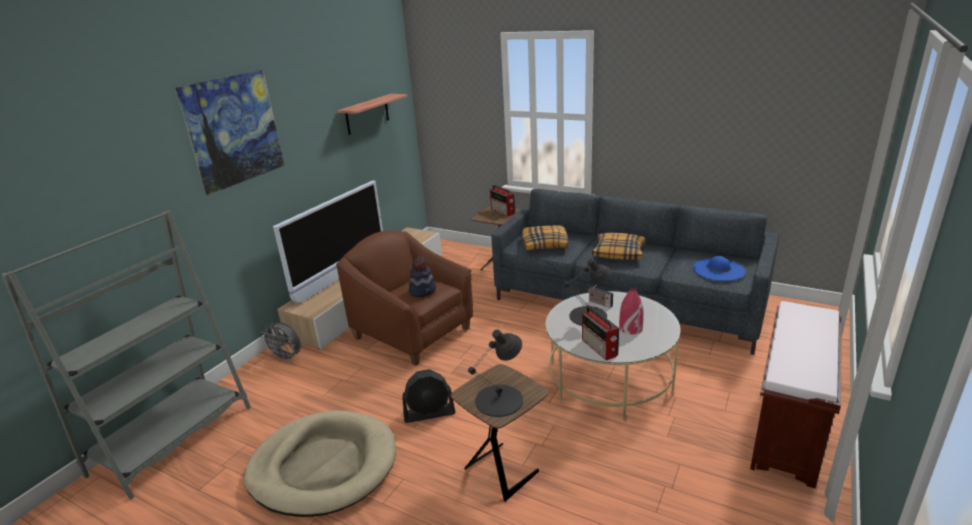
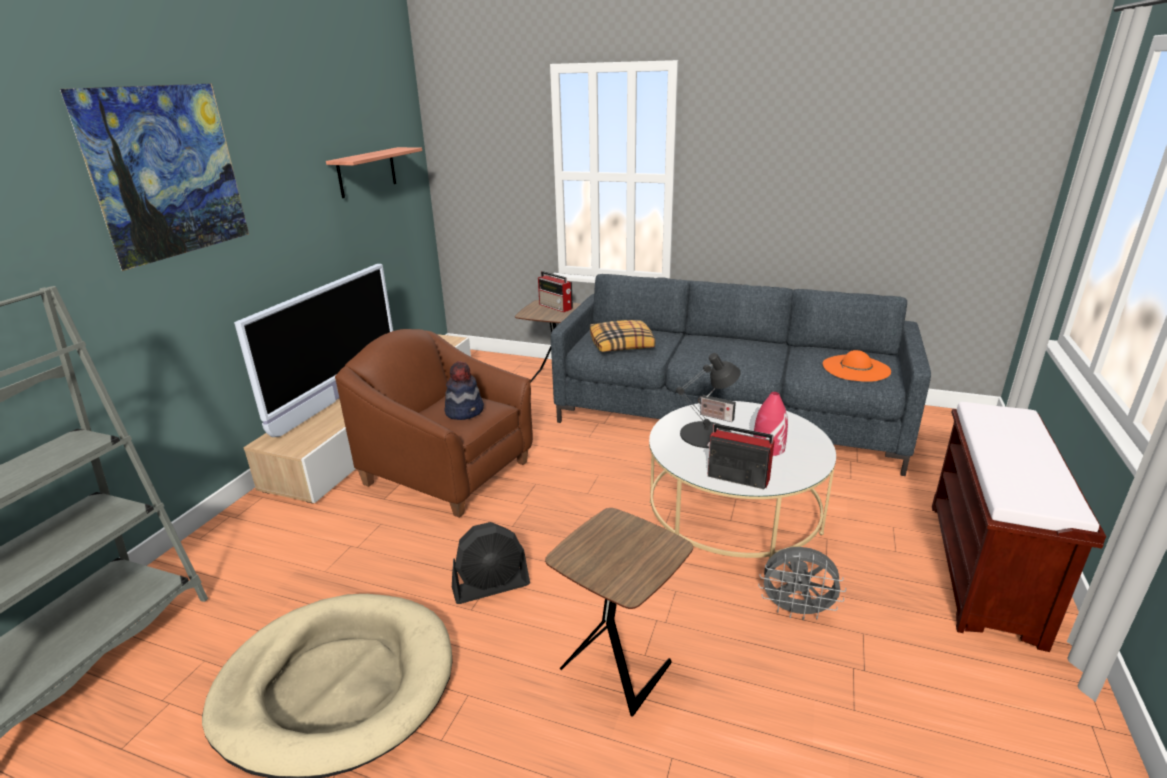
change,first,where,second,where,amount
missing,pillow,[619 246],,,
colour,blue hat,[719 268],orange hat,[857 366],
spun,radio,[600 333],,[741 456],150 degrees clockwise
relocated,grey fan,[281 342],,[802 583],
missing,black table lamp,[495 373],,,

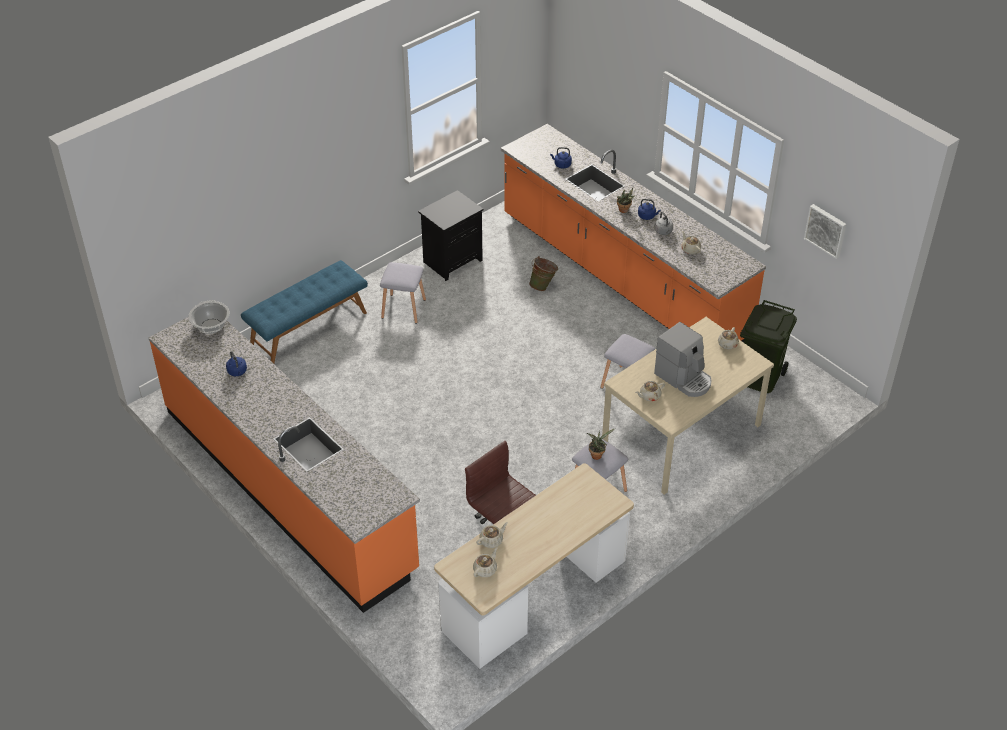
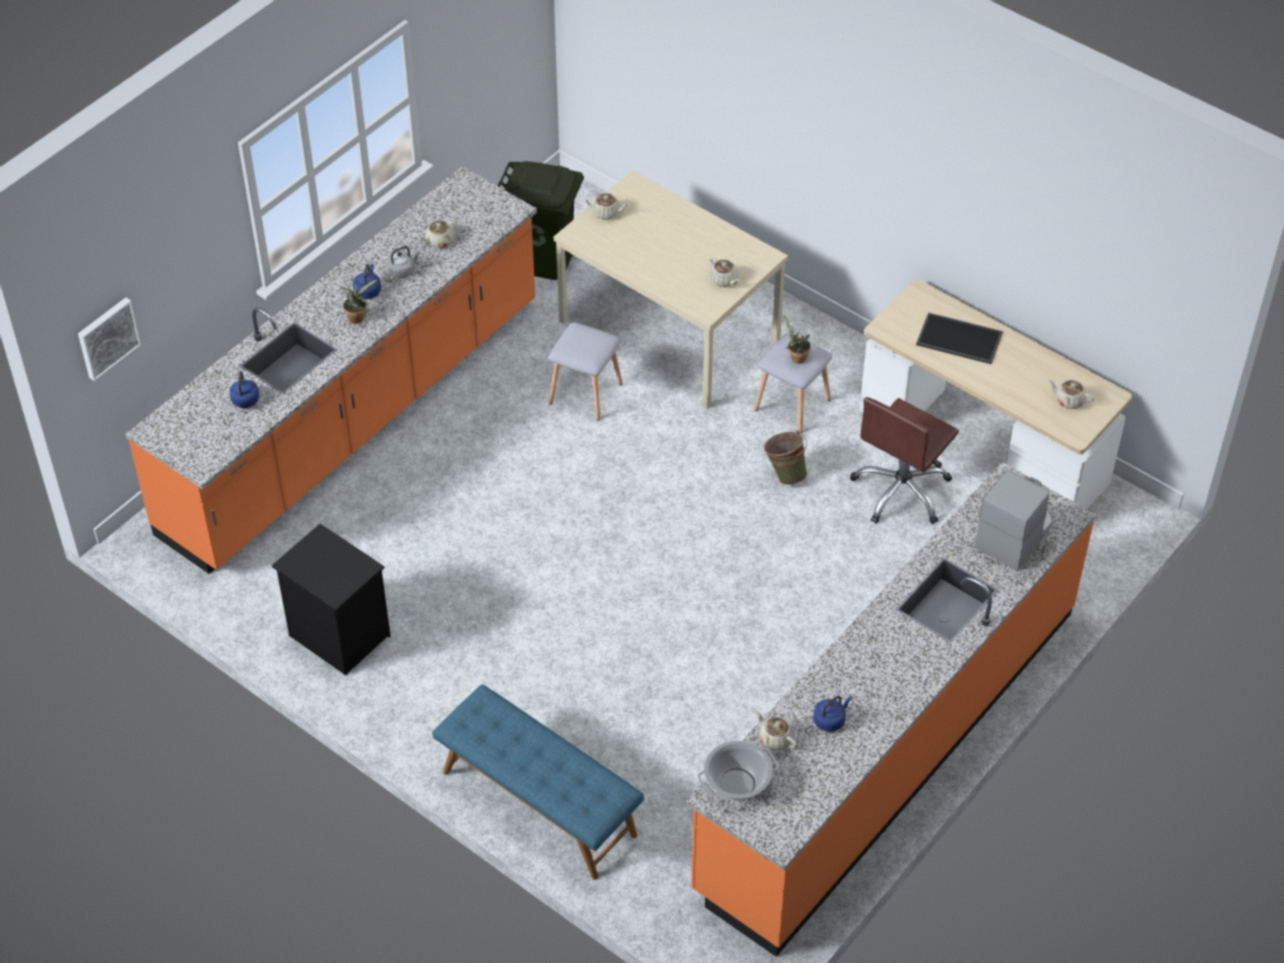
change,first,where,second,where,amount
relocated,picture,[825 231],,[109 339],
relocated,green bucket,[543 273],,[785 457],
missing,grey stool,[403 293],,,
relocated,coffee machine,[683 359],,[1014 520],
relocated,beige teapot,[492 535],,[776 730],
appeared,,,tray,[959 338],

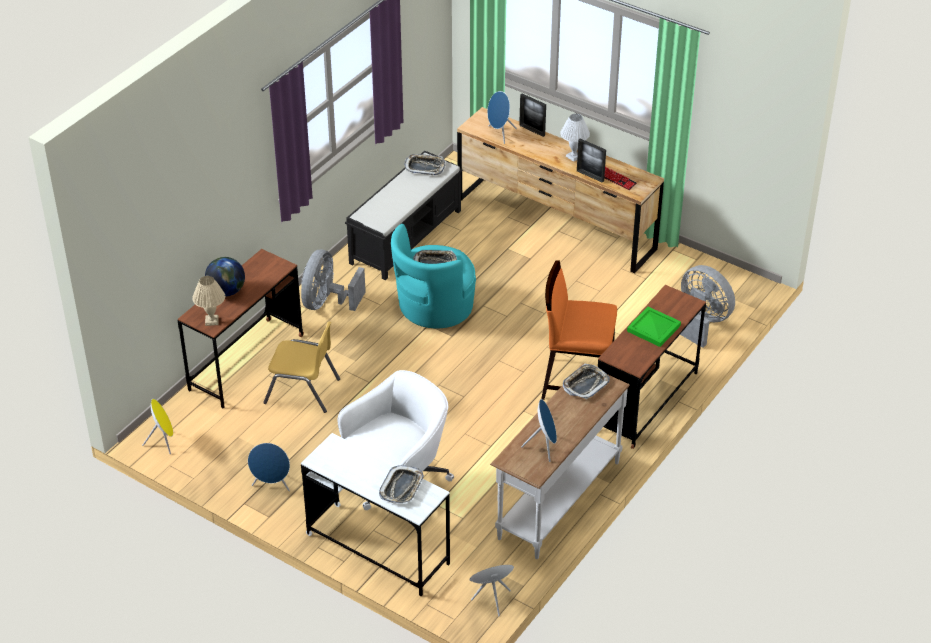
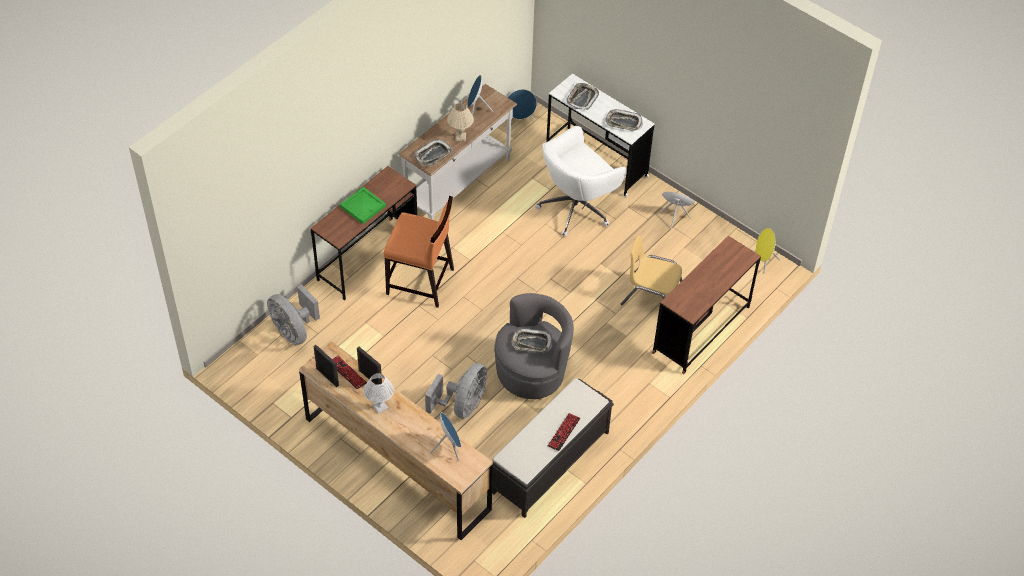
change,first,where,second,where,amount
relocated,picture frame,[532 115],,[326 366],
relocated,tray,[424 164],,[624 120],
colour,turquoise armchair,[433 276],grey armchair,[534 346],
relocated,grey fan,[333 280],,[456 391],
missing,globe,[225 277],,,
relocated,beige table lamp,[208 301],,[460 122],
appeared,,,keyboard,[564 432],

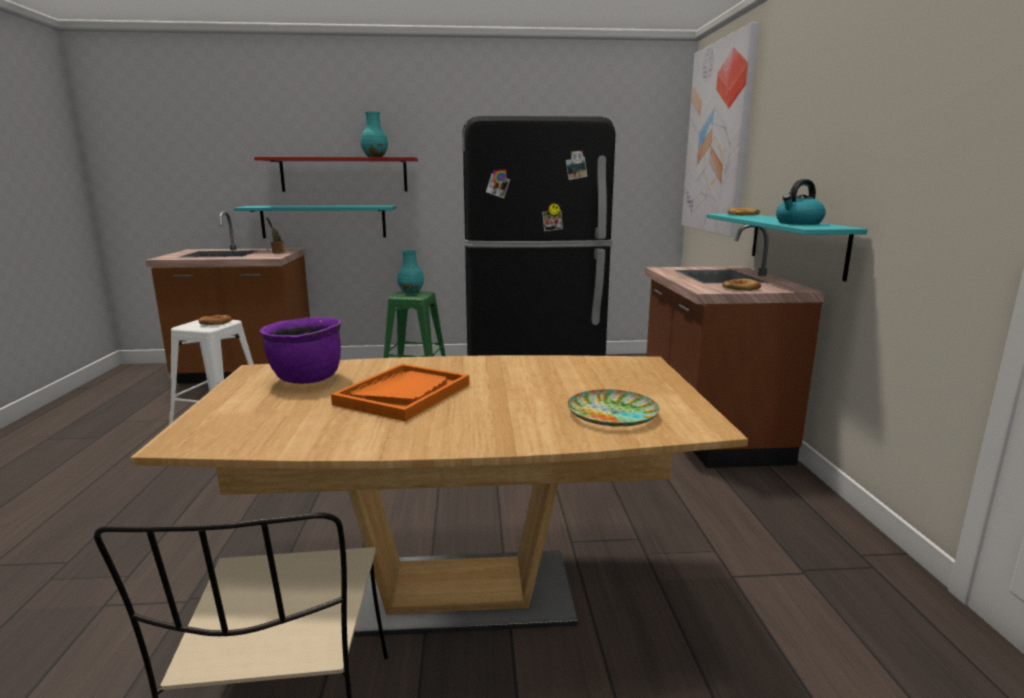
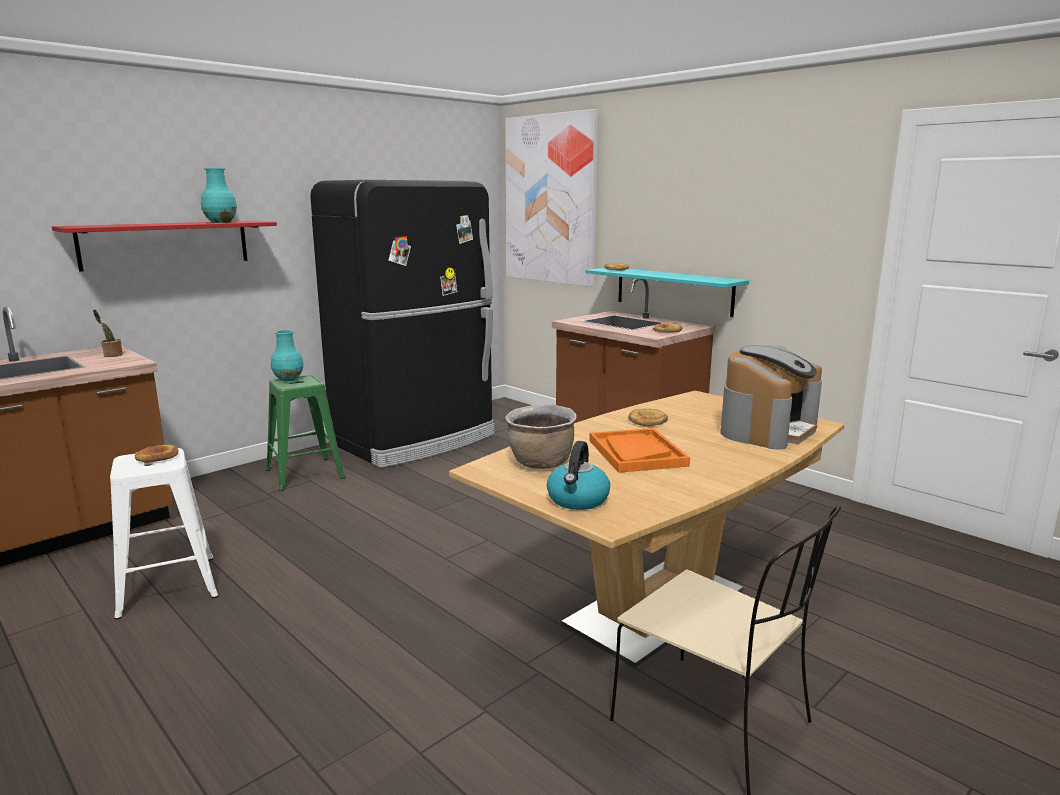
change,first,where,second,where,amount
relocated,kettle,[801 202],,[578 475],
missing,turquoise shelf,[315 221],,,
colour,purple cooking pot,[300 350],brown cooking pot,[541 437],
exchanged,plate,[613 408],coffee machine,[771 397],
appeared,,,bread,[648 418],

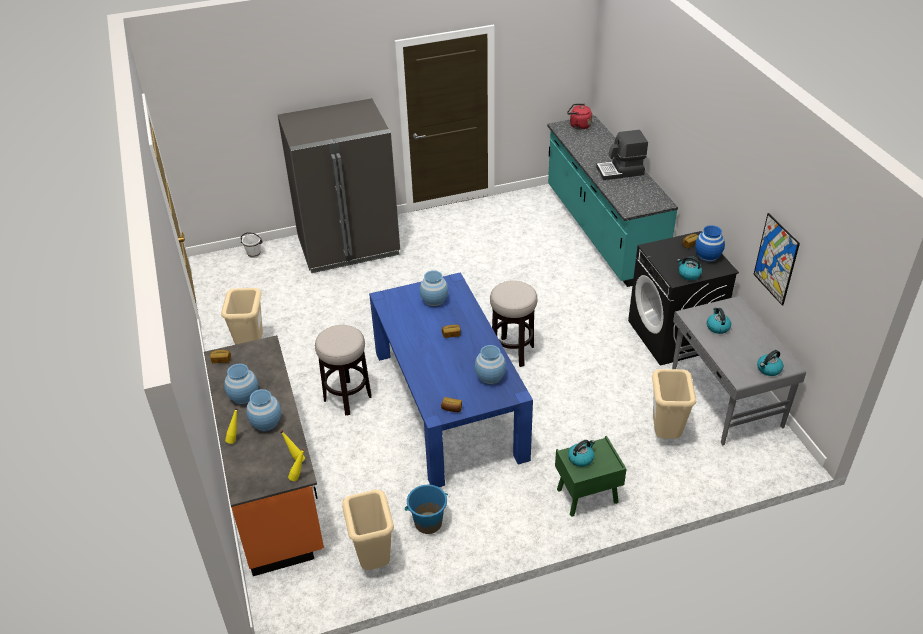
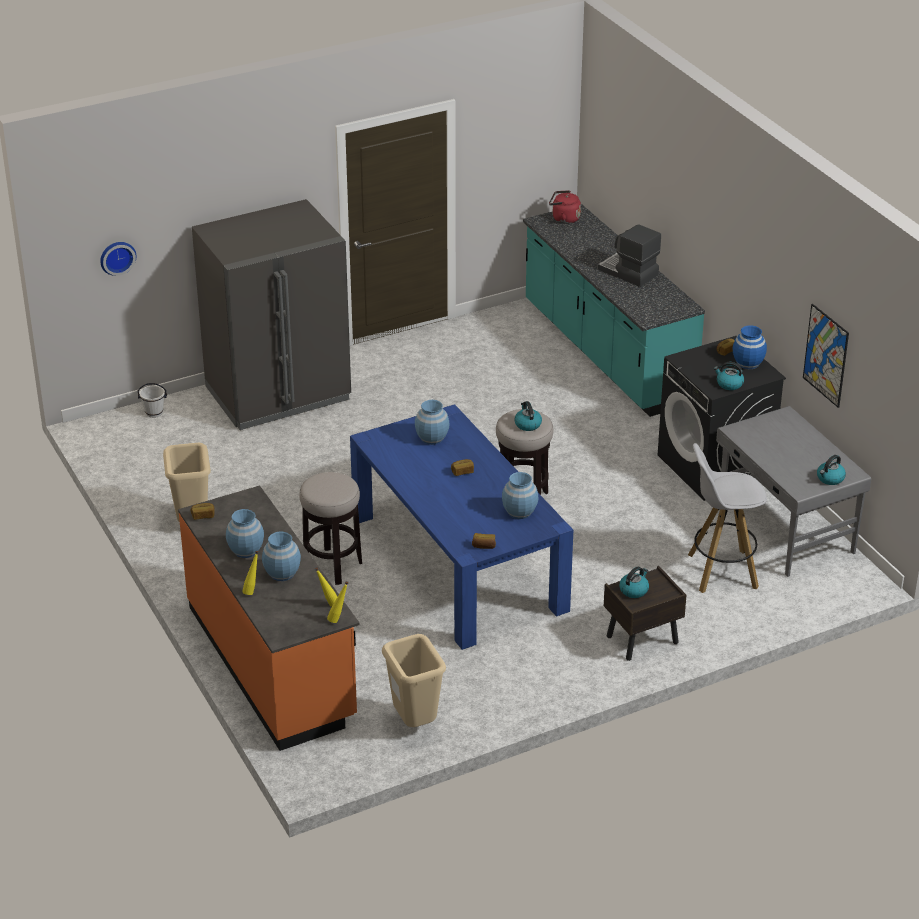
change,first,where,second,where,amount
spun,coffee machine,[622 155],,[629 255],60 degrees clockwise
relocated,kettle,[719 321],,[528 416],
exchanged,beige trash can,[674 404],white stool,[727 518],
colour,green nightstand,[591 476],brown nightstand,[645 613],
missing,blue bucket,[426 509],,,
appeared,,,wall clock,[118 259],

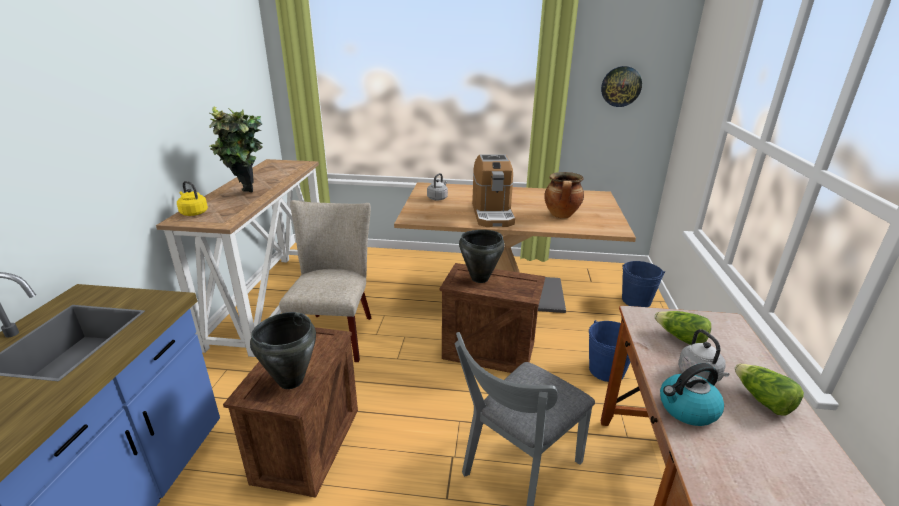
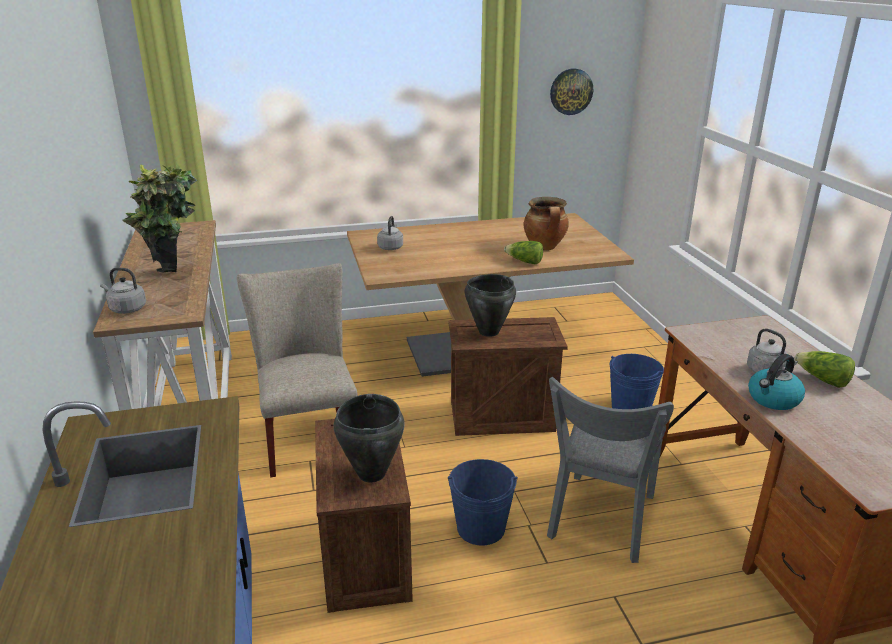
change,first,where,second,where,amount
missing,coffee machine,[493 190],,,
colour,yellow kettle,[192 198],grey kettle,[123 291],
relocated,blue bucket,[643 284],,[483 502],
relocated,lettuce,[682 328],,[523 252],

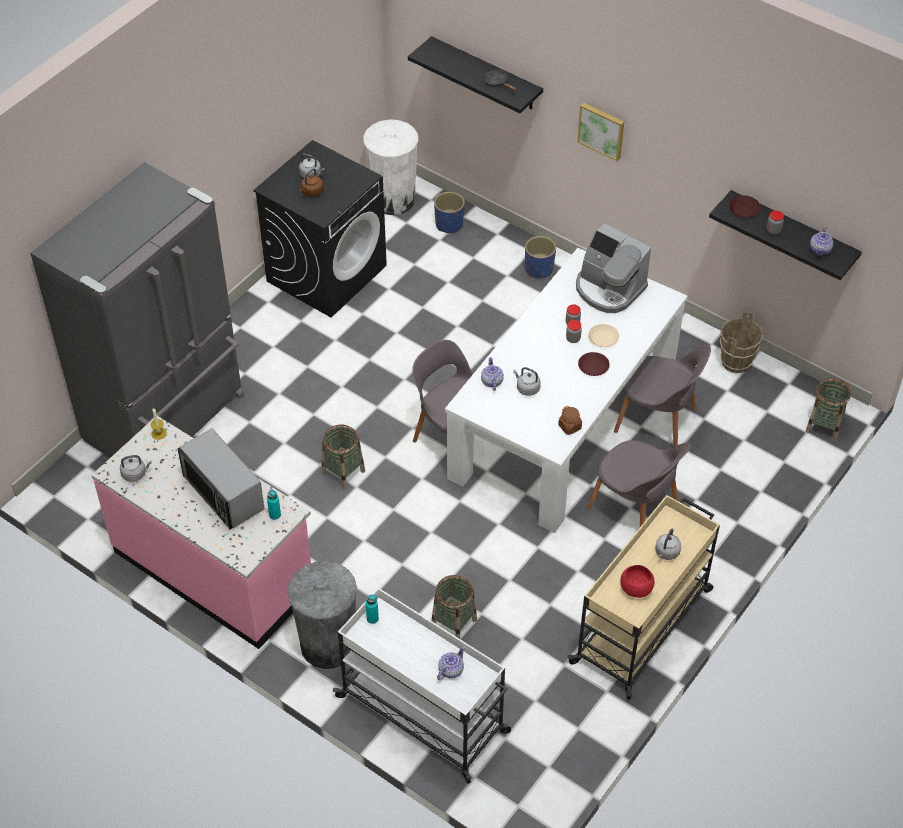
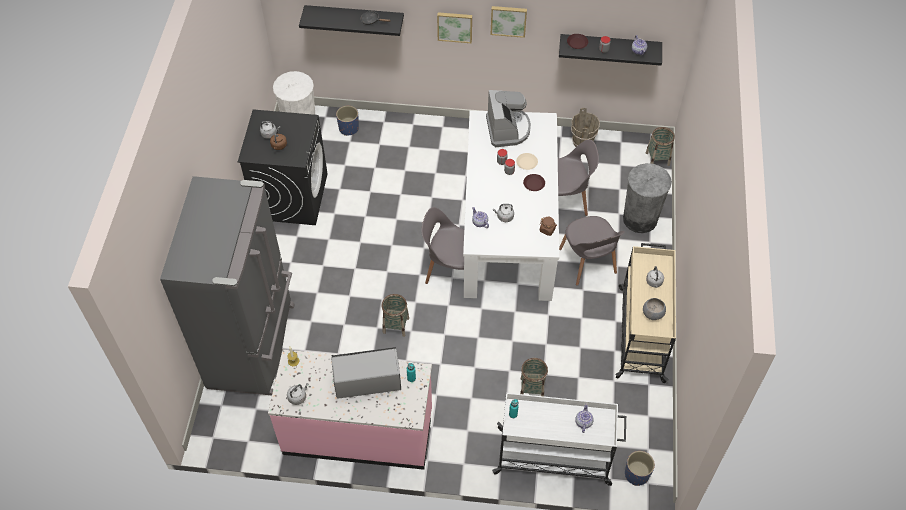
change,first,where,second,where,amount
spun,coffee machine,[613 268],,[508 118],105 degrees counterclockwise
relocated,blue planter,[540 257],,[640 468],
spun,microwave,[221 479],,[366 373],150 degrees clockwise
spun,grey chair,[639 483],,[592 251],60 degrees clockwise
relocated,grey trash can,[322 615],,[647 198],
colour,red bowl,[637 581],grey bowl,[654 309],
appeared,,,picture,[508 22],

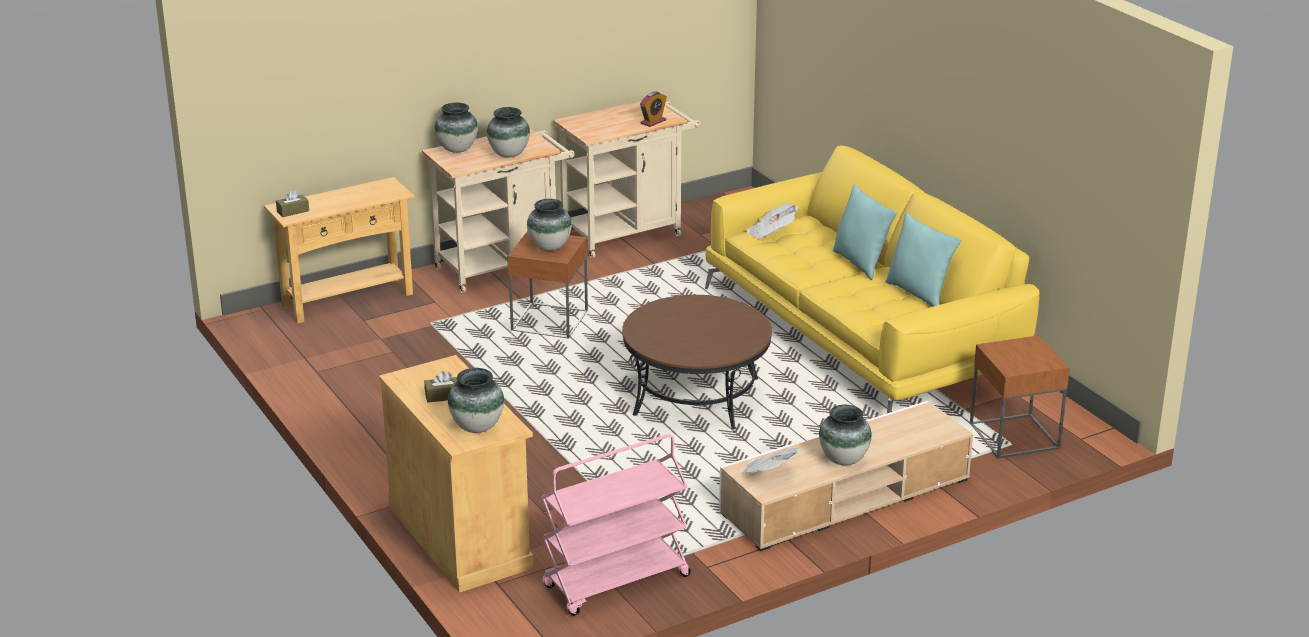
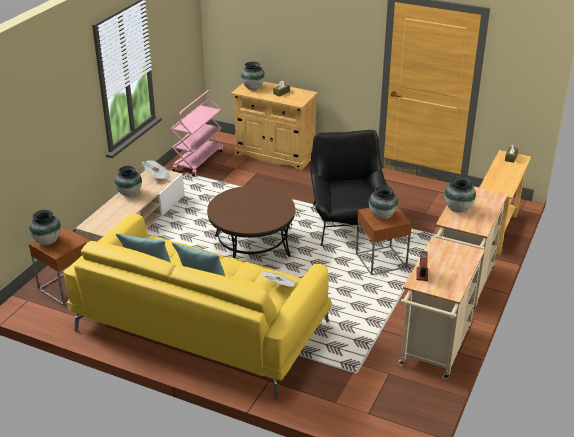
change,first,where,second,where,amount
relocated,vase,[456 127],,[45 227],
appeared,,,black armchair,[350 188],

